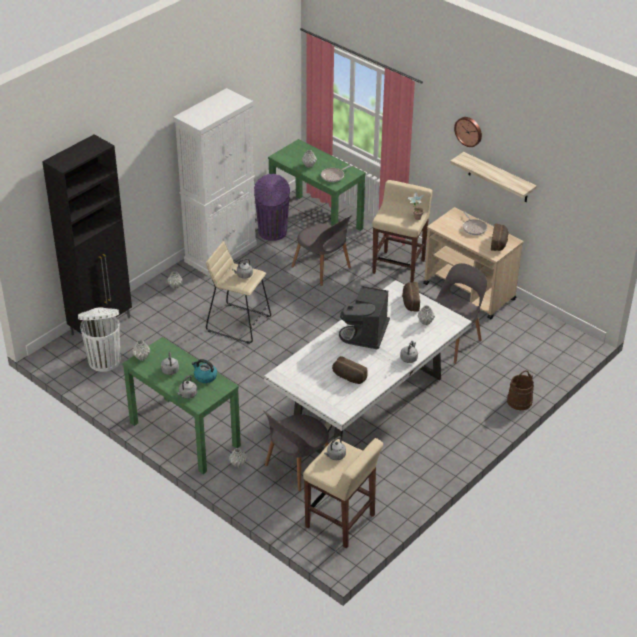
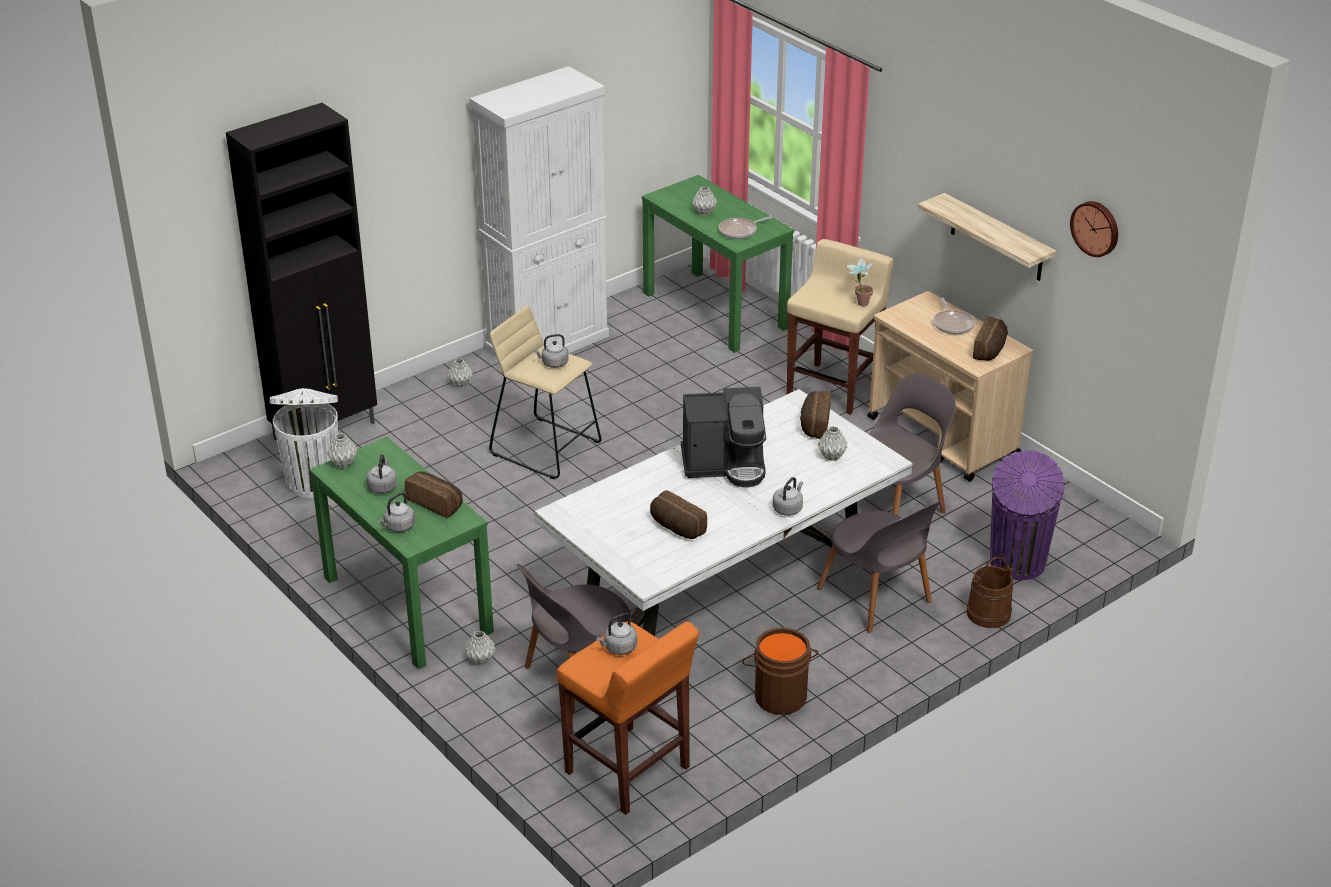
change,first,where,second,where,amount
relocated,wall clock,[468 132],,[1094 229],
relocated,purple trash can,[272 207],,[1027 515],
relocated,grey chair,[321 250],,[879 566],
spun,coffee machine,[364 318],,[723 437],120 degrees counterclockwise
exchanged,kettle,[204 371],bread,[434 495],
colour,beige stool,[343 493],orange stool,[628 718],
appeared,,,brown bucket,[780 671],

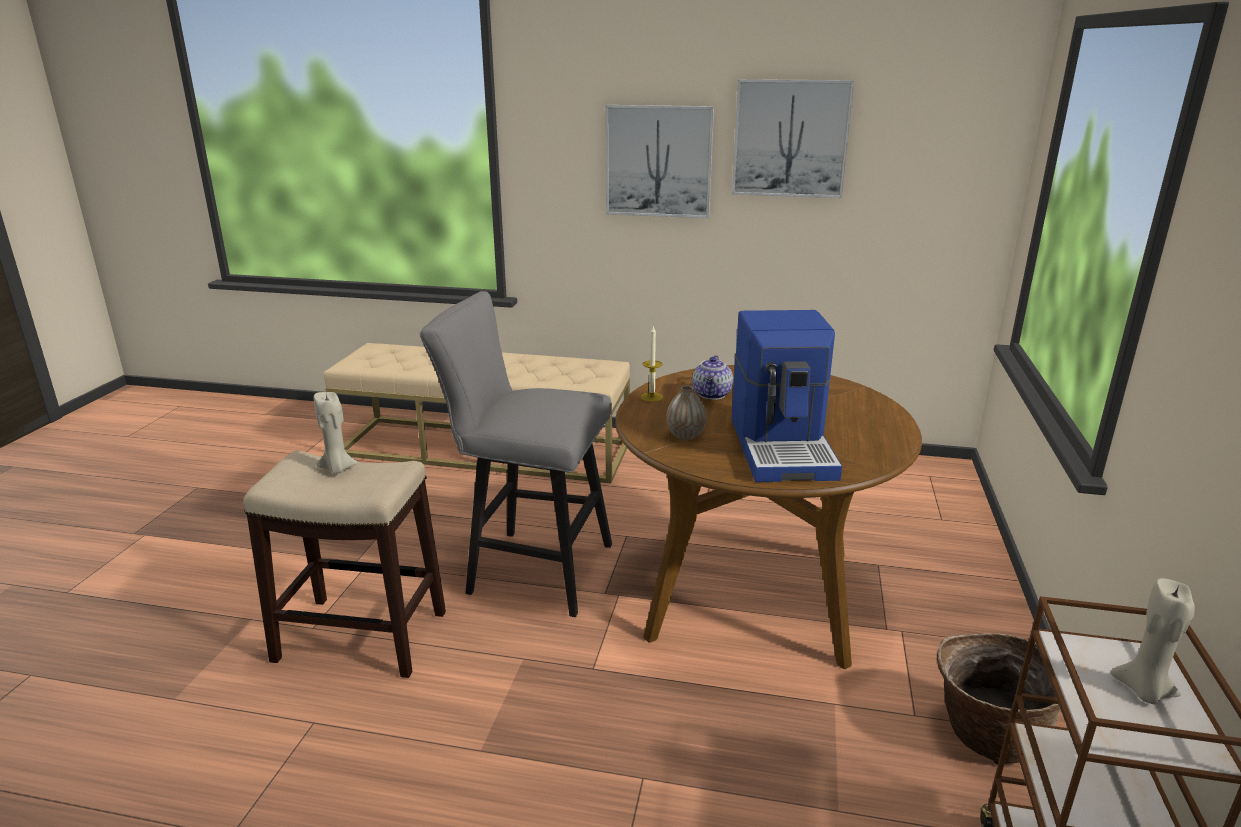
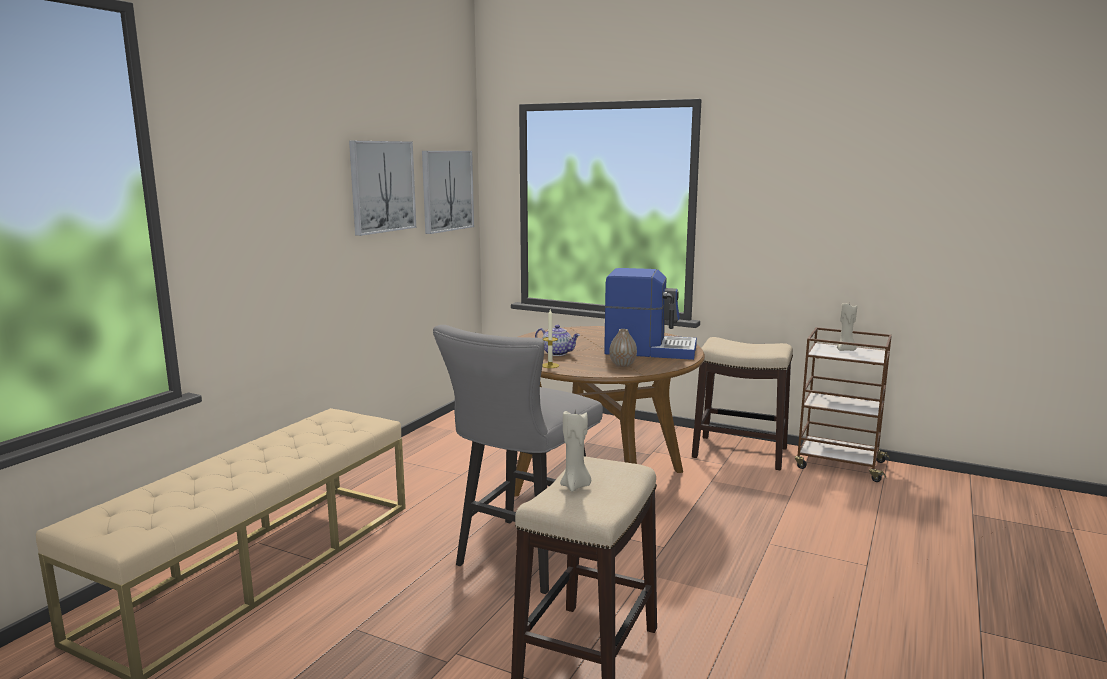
change,first,where,second,where,amount
relocated,picture,[659 161],,[448 192],
exchanged,basket,[998 698],stool,[742 403],

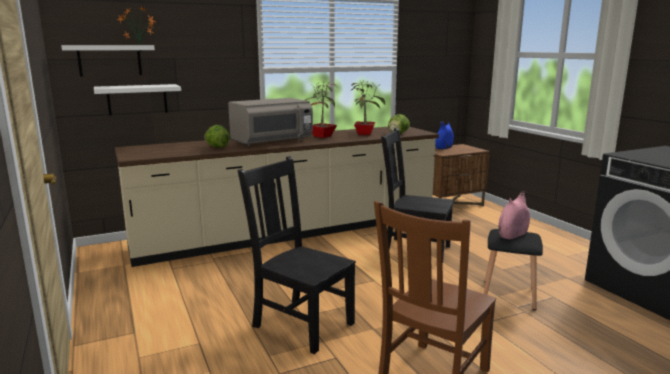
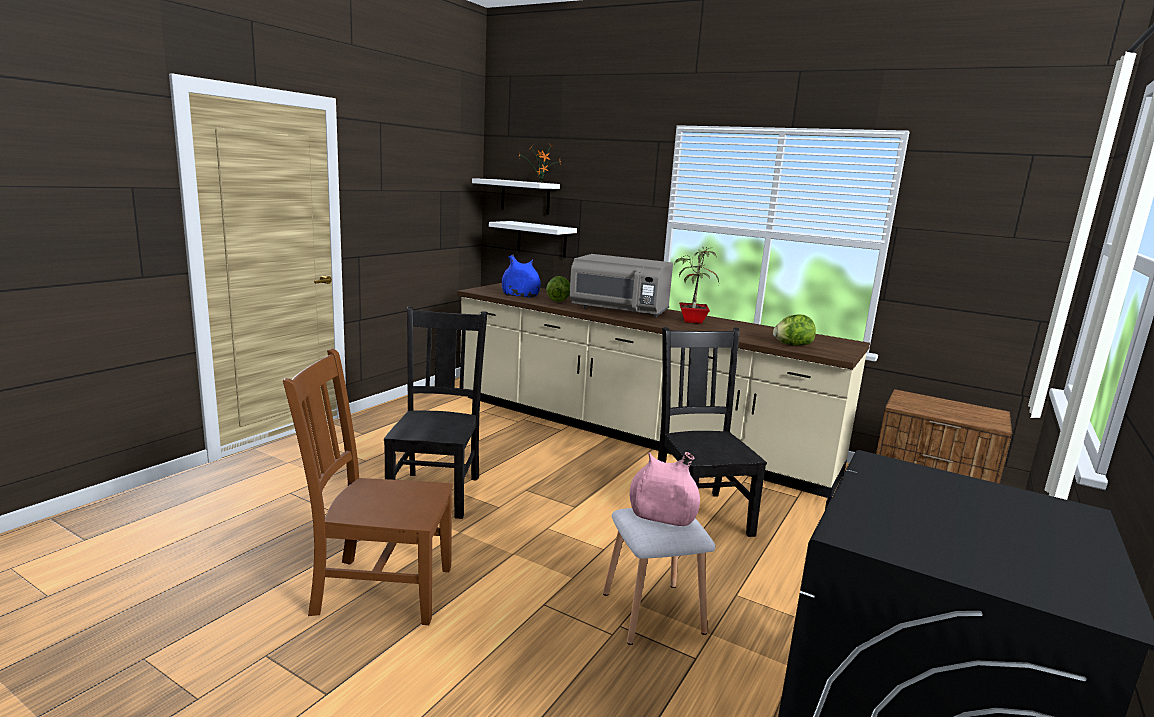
change,first,where,second,where,amount
missing,potted plant,[368 108],,,
relocated,blue vase,[445 135],,[521 275],
colour,black stool,[513 269],white stool,[659 576],

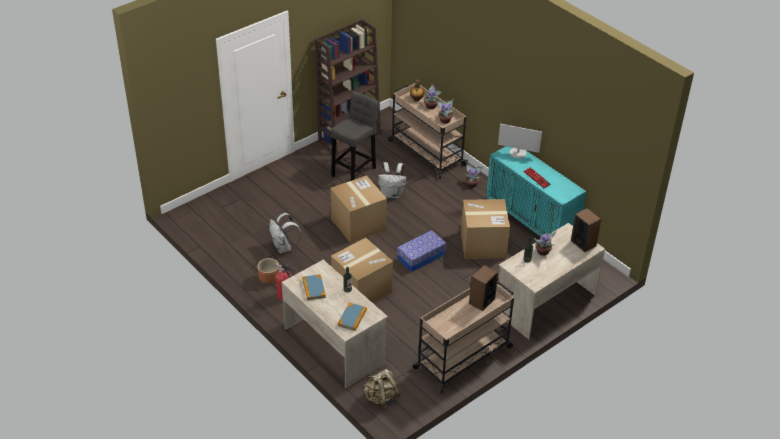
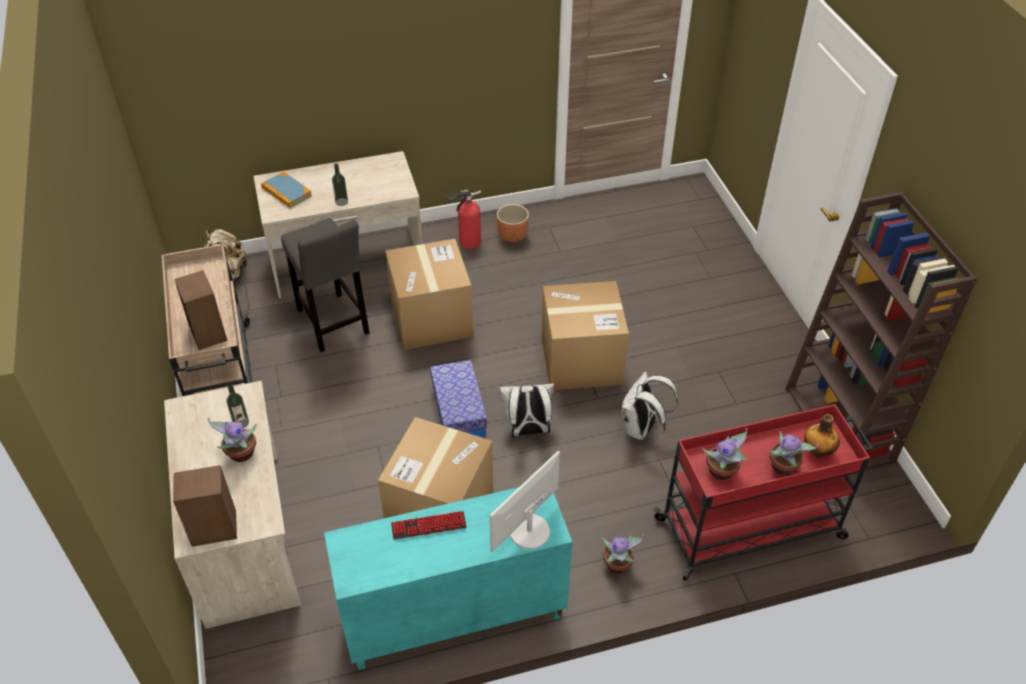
change,first,where,second,where,amount
colour,beige cart,[428 131],red cart,[763 492],
relocated,grey stool,[355 136],,[325 285],
relocated,white backpack,[285 233],,[526 410],
missing,book,[314 287],,,

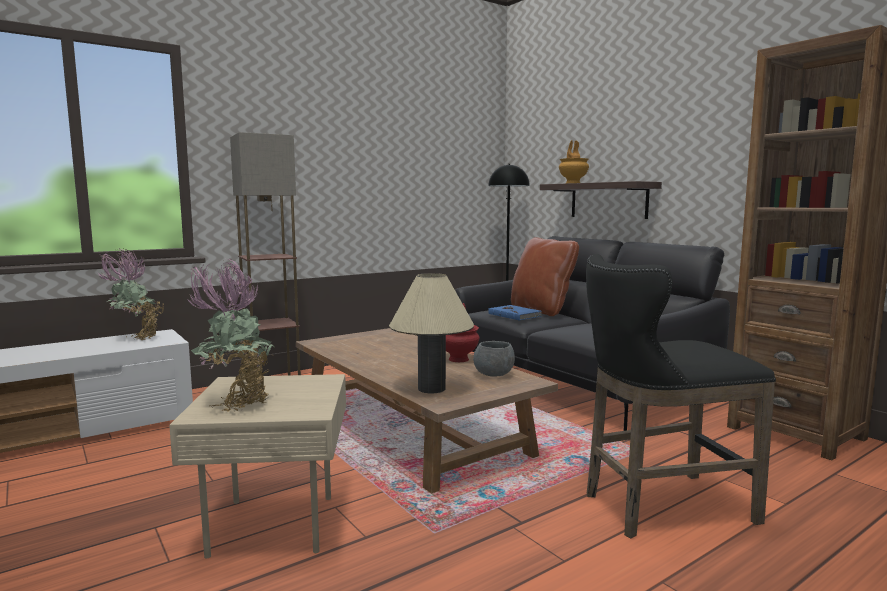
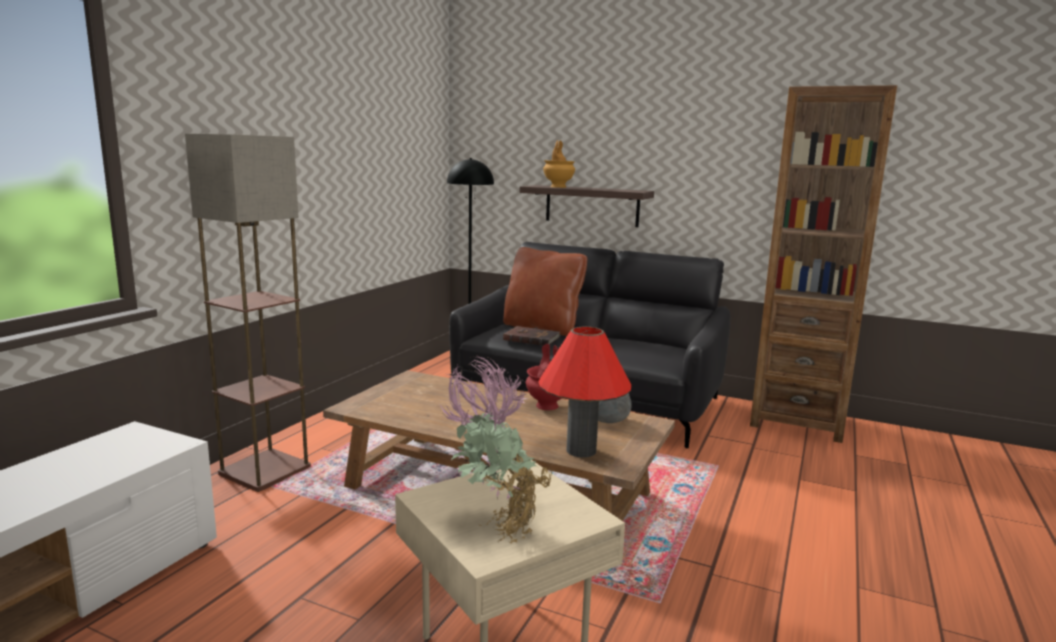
change,first,where,second,where,amount
missing,potted plant,[130 294],,,
missing,black stool,[681 396],,,
colour,beige table lamp,[431 333],red table lamp,[584 392],
colour,blue book,[515 313],brown book,[531 335],

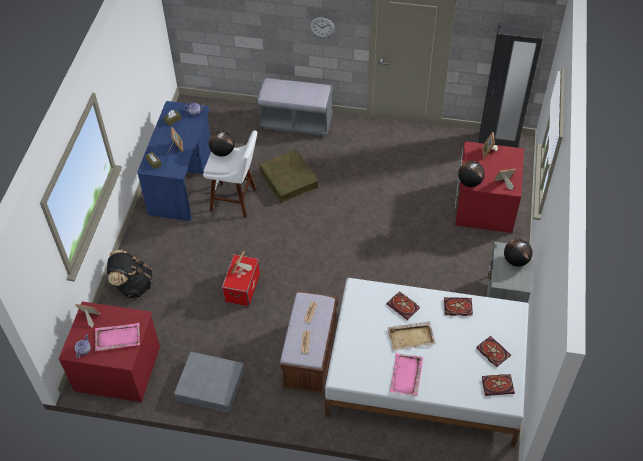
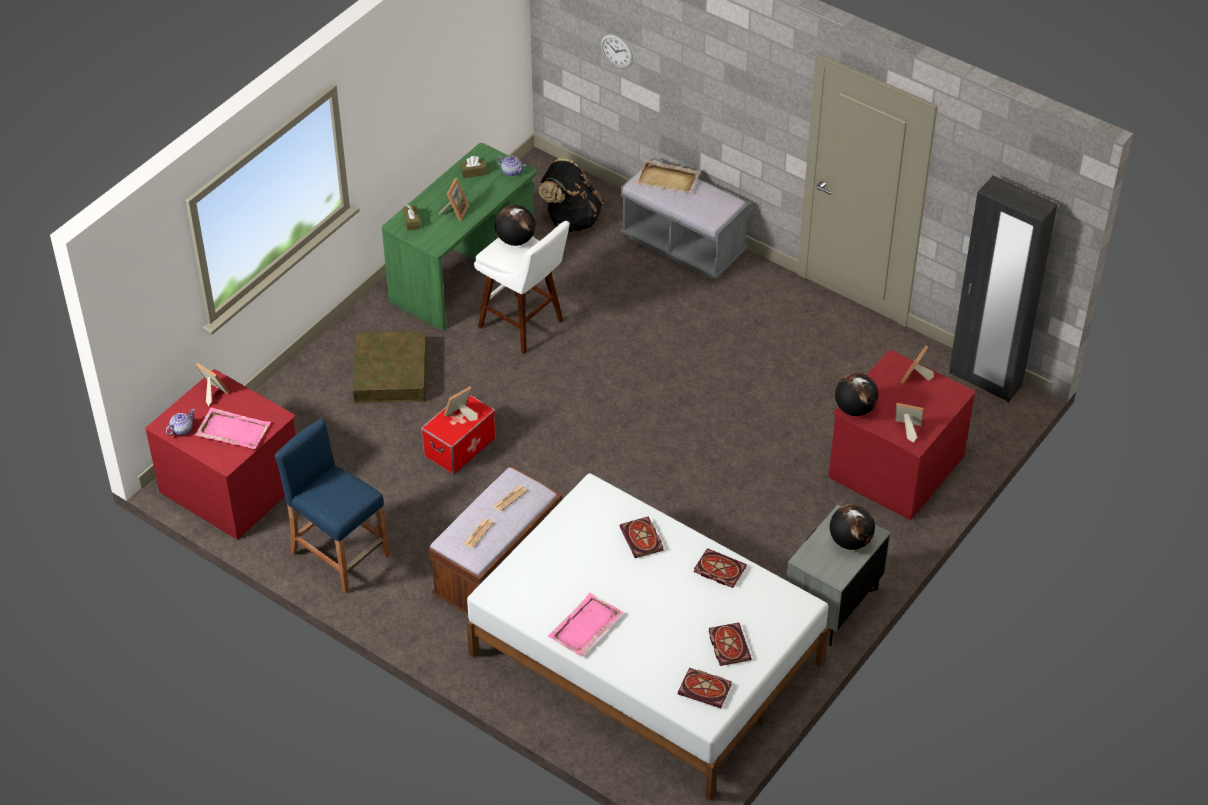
change,first,where,second,where,amount
relocated,wall clock,[322 27],,[617 51],
colour,blue desk,[174 161],green desk,[459 236],
relocated,brown storage box,[288 176],,[390 367],
relocated,black backpack,[129 274],,[571 195],
relocated,beige tray,[411 336],,[667 177],
exchanged,grey storage box,[209 382],blue stool,[332 506],

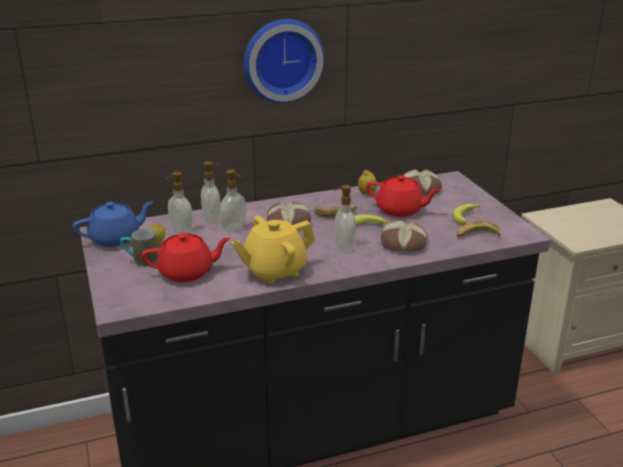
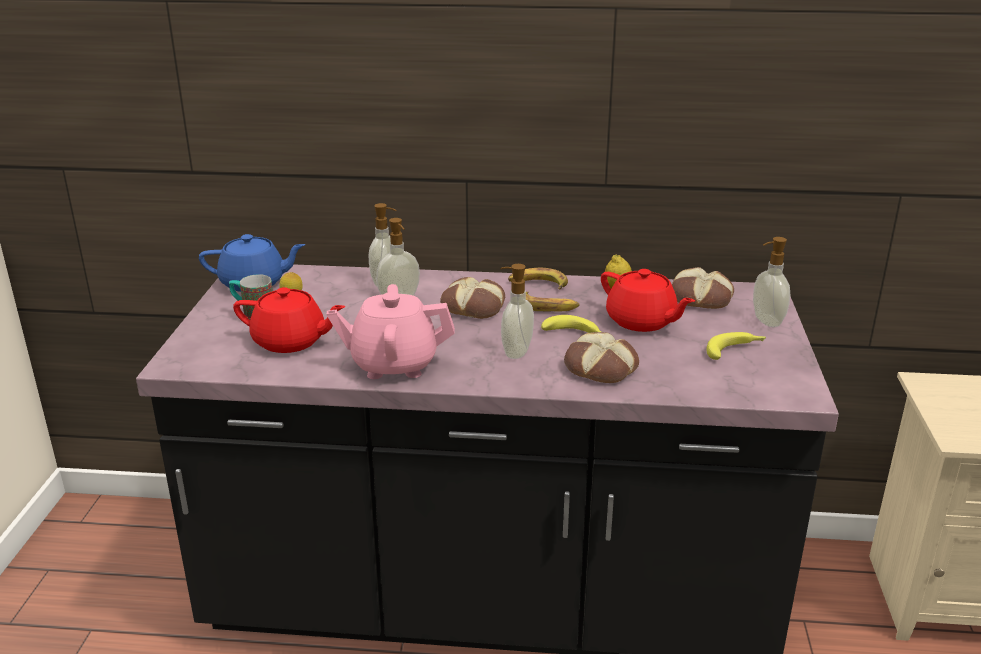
change,first,where,second,where,amount
missing,wall clock,[284 61],,,
relocated,soap dispenser,[179 202],,[771 282],
colour,yellow teapot,[273 250],pink teapot,[391 331],
relocated,banana,[478 229],,[538 278],

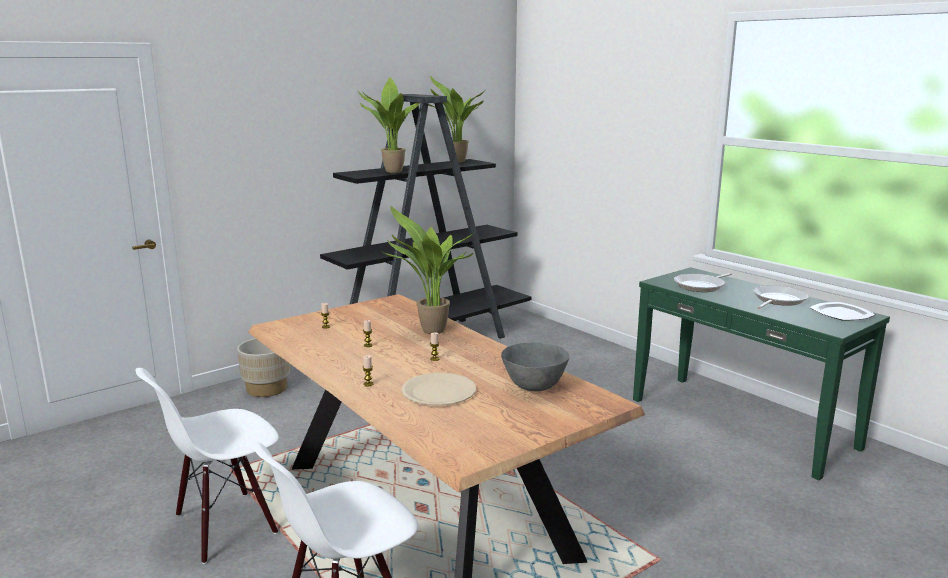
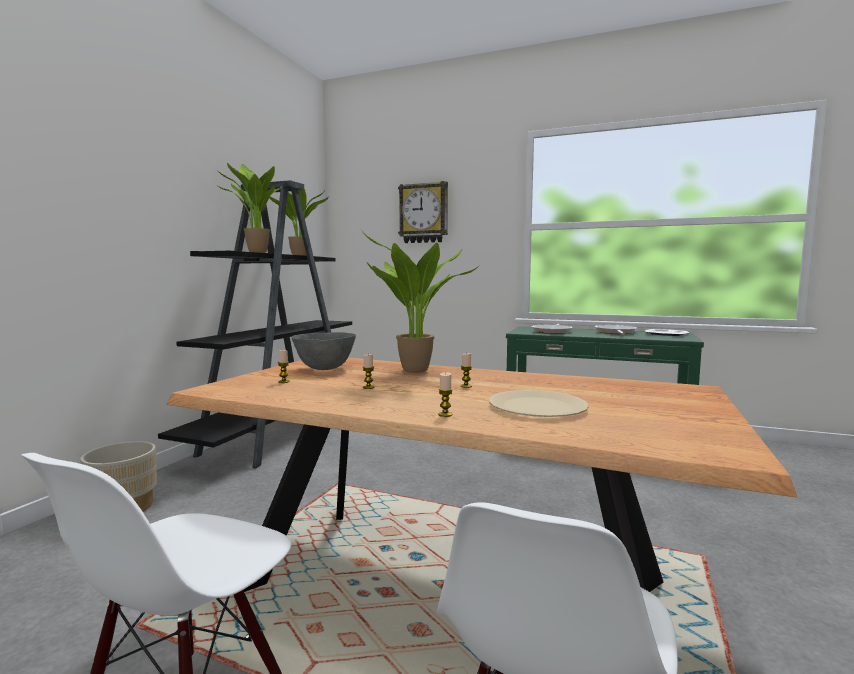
change,first,where,second,where,amount
relocated,grey bowl,[535 367],,[324 351],
appeared,,,wall clock,[423 212],

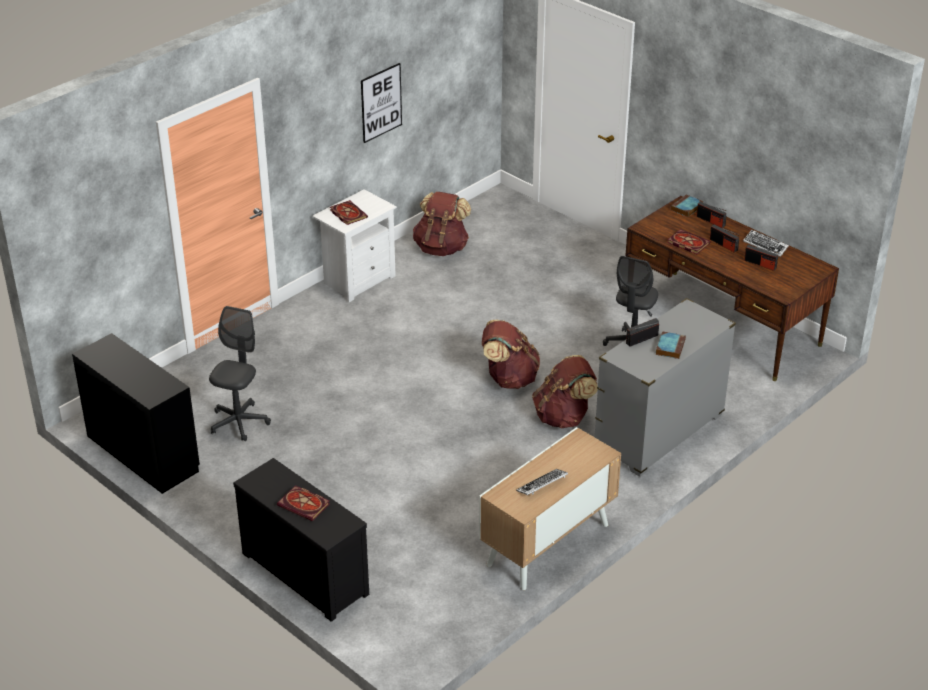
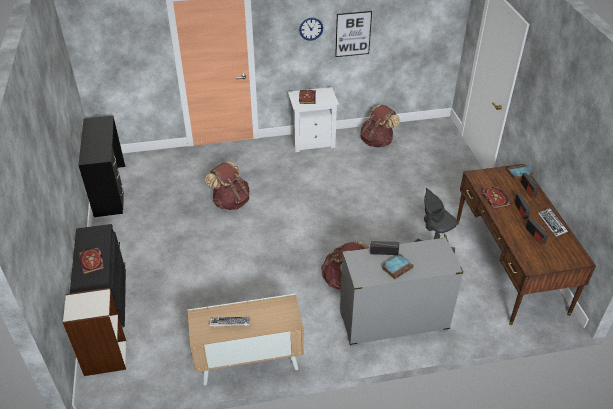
change,first,where,second,where,amount
missing,grey office chair,[240 373],,,
relocated,brown backpack,[511 354],,[227 185],
appeared,,,wall clock,[311 29],
appeared,,,bookcase,[94 332],

